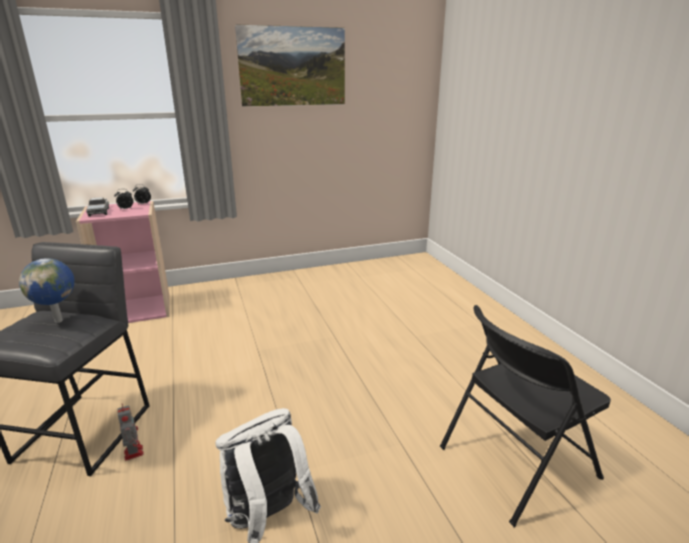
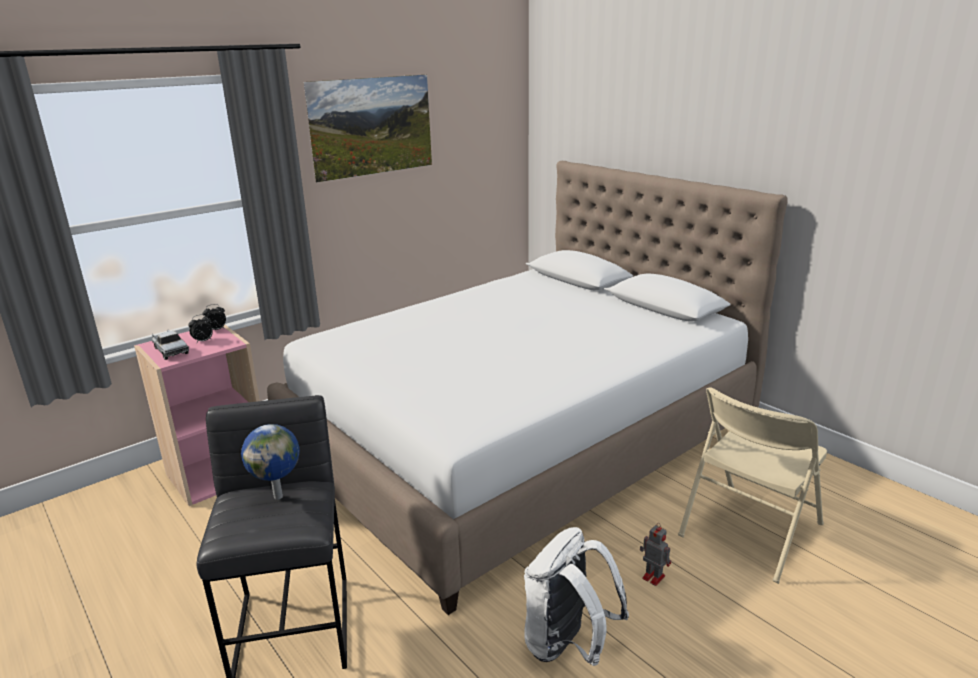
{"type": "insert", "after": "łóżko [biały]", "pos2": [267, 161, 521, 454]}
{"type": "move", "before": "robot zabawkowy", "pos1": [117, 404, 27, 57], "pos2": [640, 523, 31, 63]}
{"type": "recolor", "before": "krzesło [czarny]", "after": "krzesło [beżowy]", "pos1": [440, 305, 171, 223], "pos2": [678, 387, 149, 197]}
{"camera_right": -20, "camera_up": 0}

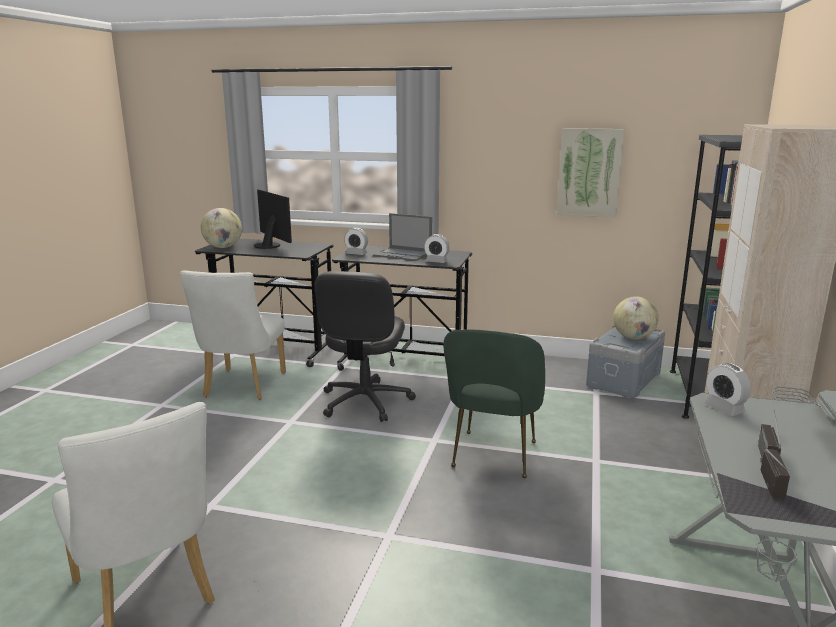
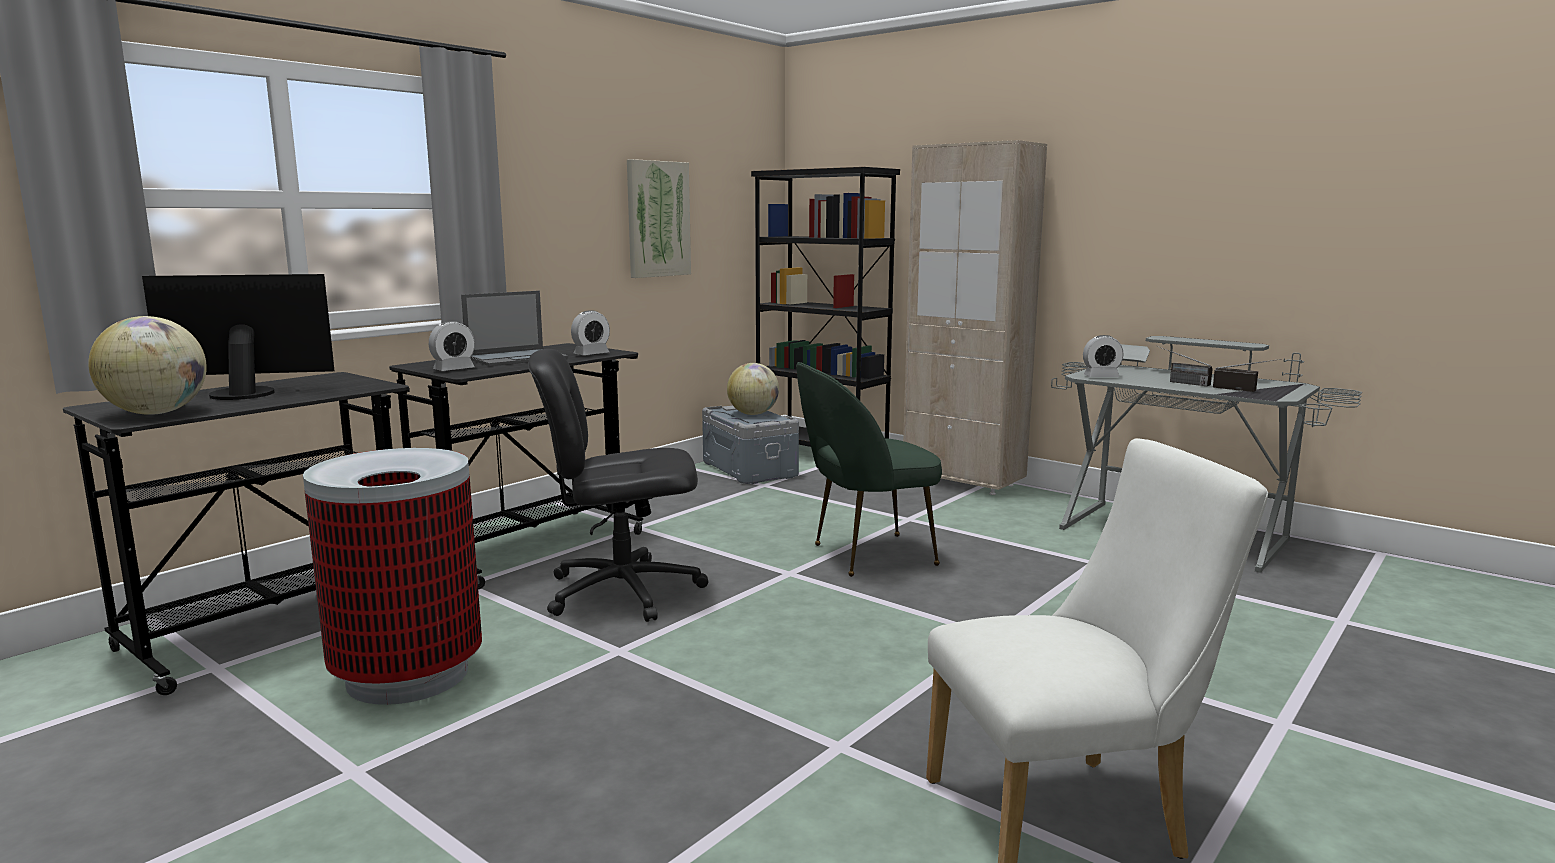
{"type": "replace", "before": "krzesło [biały]", "after": "kosz na śmieci", "pos1": [180, 270, 106, 130], "pos2": [303, 448, 179, 257]}
{"type": "rotate", "before": "krzesło biurowe [czarny]", "pos1": [315, 271, 101, 151], "pos2": [528, 349, 180, 273], "turn": 135}
{"type": "rotate", "before": "krzesło [zielony]", "pos1": [443, 329, 102, 149], "pos2": [796, 362, 146, 215], "turn": 120}
{"camera_right": -65, "camera_up": -5}

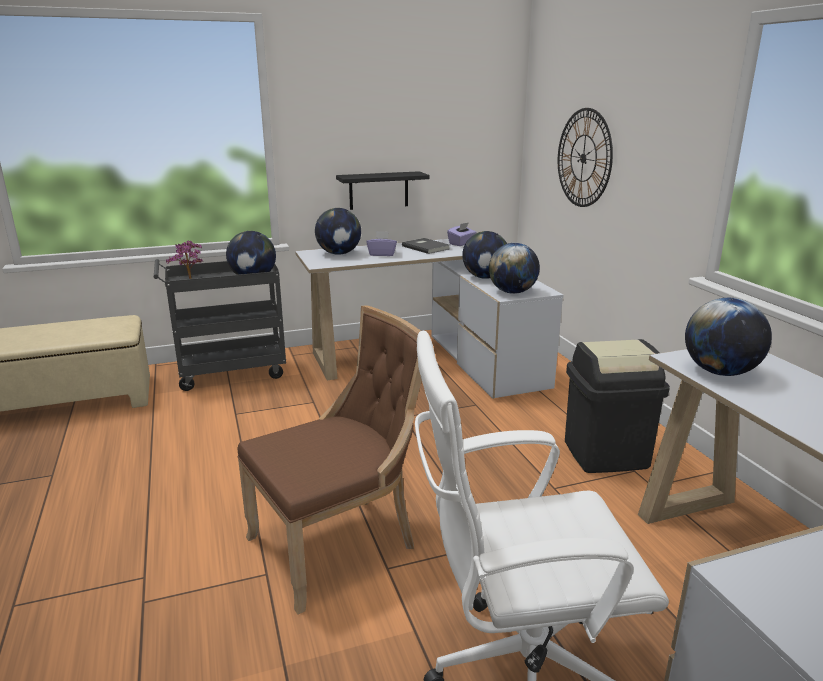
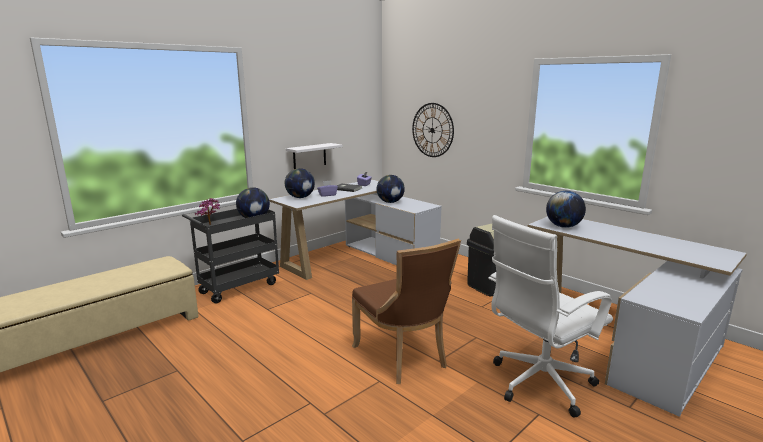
{"type": "recolor", "before": "półka [czarny]", "after": "półka [biały]", "pos1": [336, 171, 94, 39], "pos2": [286, 143, 56, 26]}
{"type": "rotate", "before": "krzesło [brązowy]", "pos1": [237, 305, 185, 310], "pos2": [352, 239, 109, 145], "turn": 120}
{"type": "delete", "before": "globus", "pos1": [489, 243, 51, 51]}
{"camera_right": -25, "camera_up": -5}

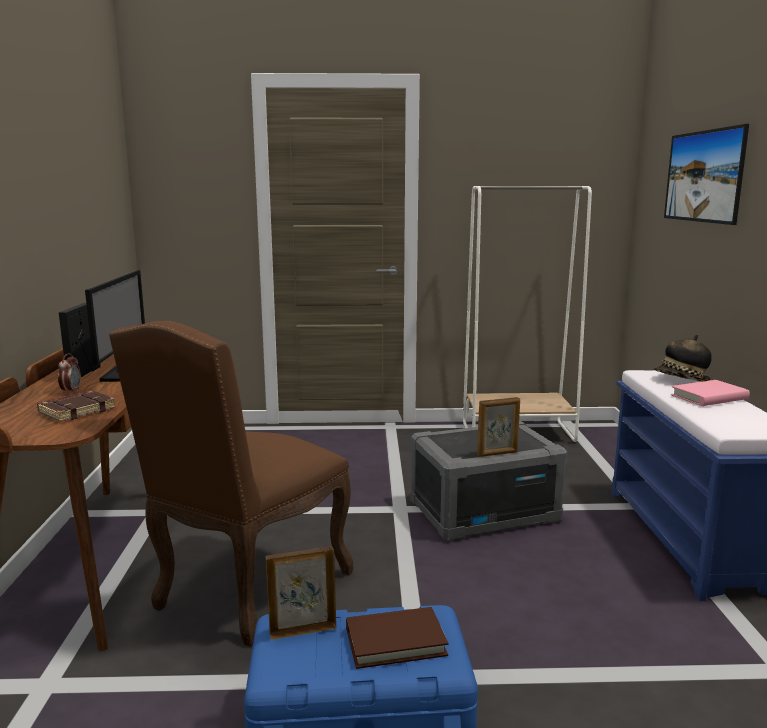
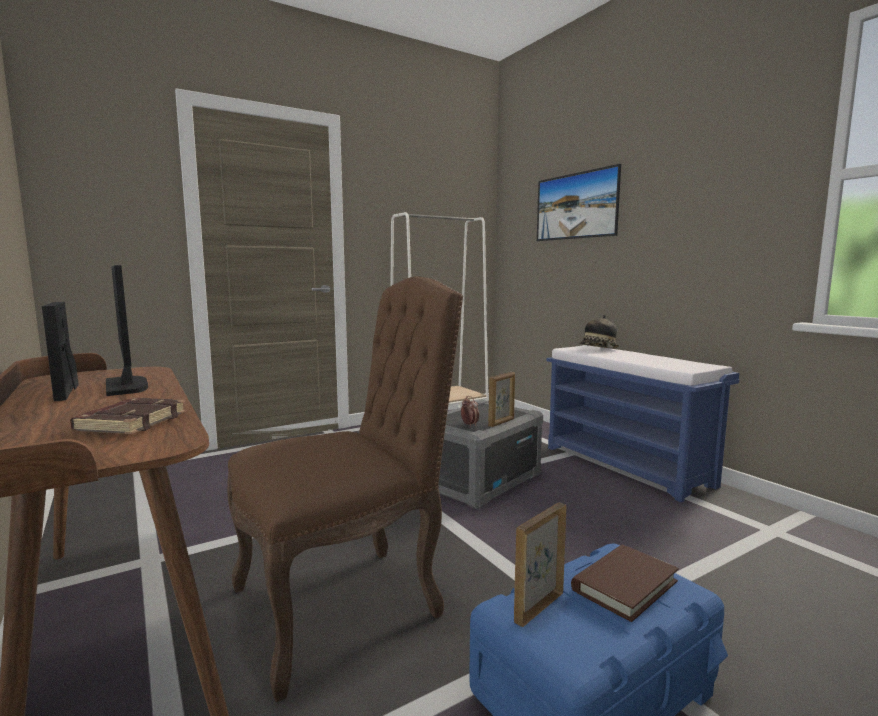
{"type": "rotate", "before": "krzesło [brązowy]", "pos1": [109, 321, 244, 326], "pos2": [227, 276, 236, 426], "turn": -120}
{"type": "move", "before": "budzik", "pos1": [58, 353, 23, 41], "pos2": [461, 396, 18, 31]}
{"type": "delete", "before": "książka [różowy]", "pos1": [671, 380, 79, 26]}
{"camera_right": -30, "camera_up": -5}

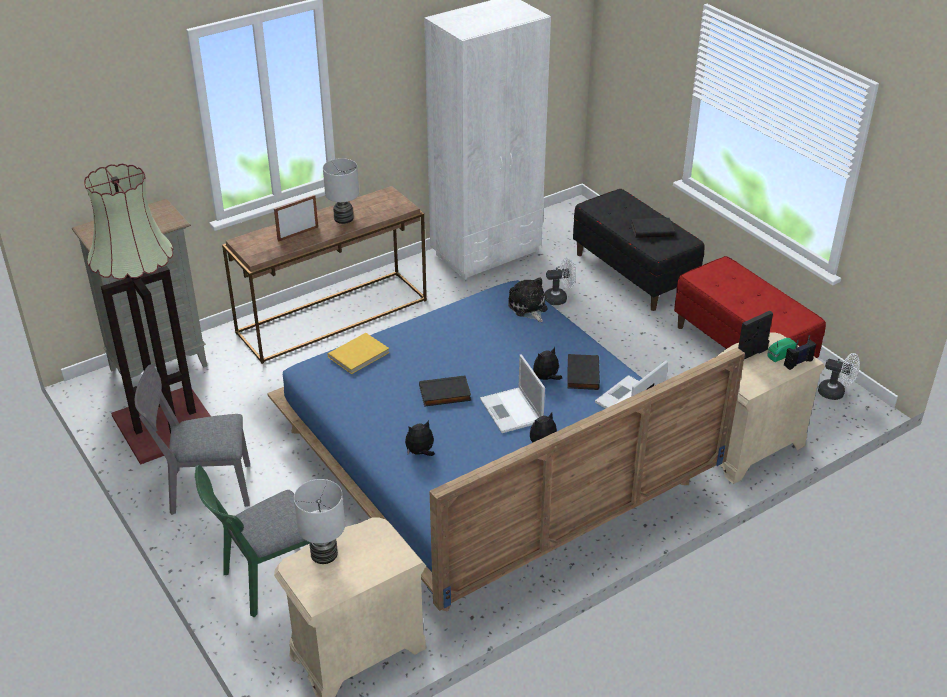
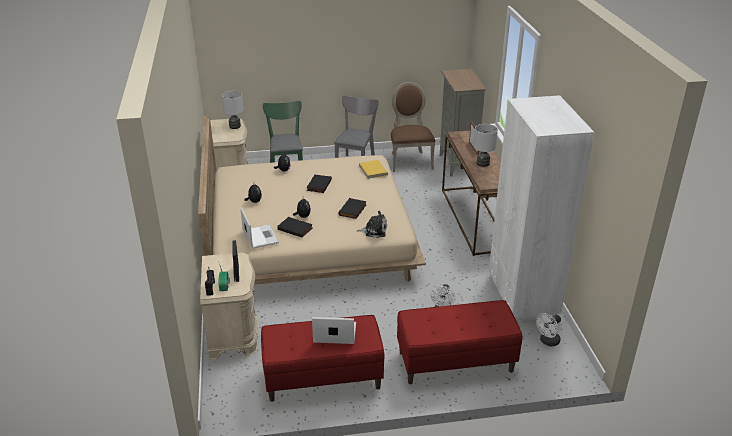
{"type": "recolor", "before": "łóżko [niebieski]", "after": "łóżko [beżowy]", "pos1": [267, 280, 478, 332], "pos2": [198, 116, 228, 169]}
{"type": "move", "before": "laptop", "pos1": [480, 354, 65, 79], "pos2": [312, 317, 44, 27]}
{"type": "move", "before": "książka [czarny]", "pos1": [631, 218, 44, 20], "pos2": [339, 198, 28, 21]}
{"type": "replace", "before": "lampa stojąca", "after": "krzesło [brązowy]", "pos1": [84, 163, 126, 302], "pos2": [391, 82, 45, 90]}
{"type": "recolor", "before": "ławka [czarny]", "after": "ławka [czerwony]", "pos1": [573, 189, 131, 122], "pos2": [397, 300, 125, 84]}
{"type": "move", "before": "wentylator [biały]", "pos1": [818, 353, 42, 47], "pos2": [536, 313, 25, 33]}
{"camera_right": 115, "camera_up": -5}

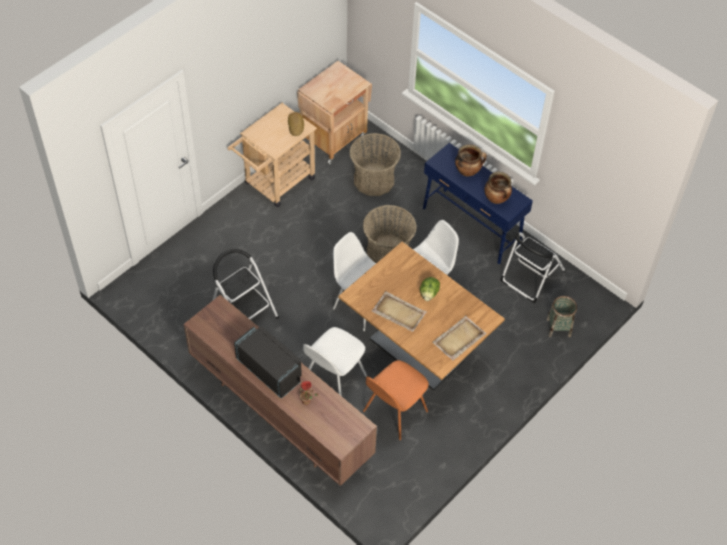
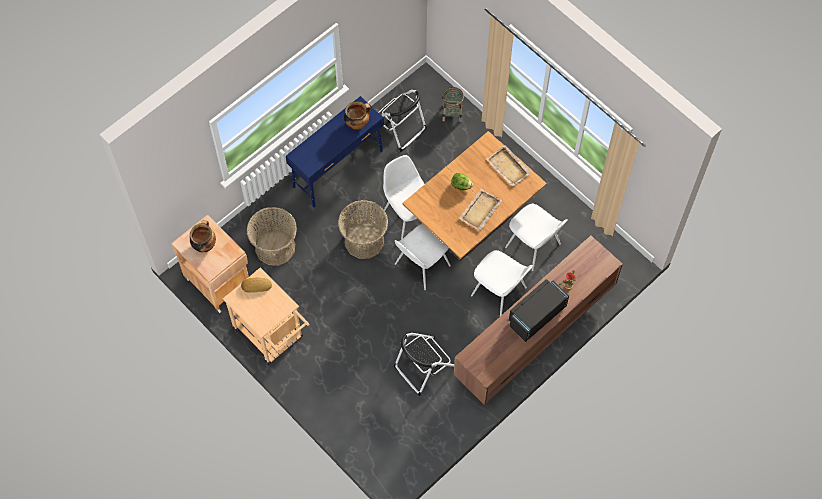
{"type": "move", "before": "garnek", "pos1": [455, 144, 32, 33], "pos2": [190, 220, 26, 32]}
{"type": "recolor", "before": "krzesło [pomarańczowy]", "after": "krzesło [biały]", "pos1": [363, 360, 66, 80], "pos2": [505, 204, 63, 67]}
{"camera_right": -85, "camera_up": 10}

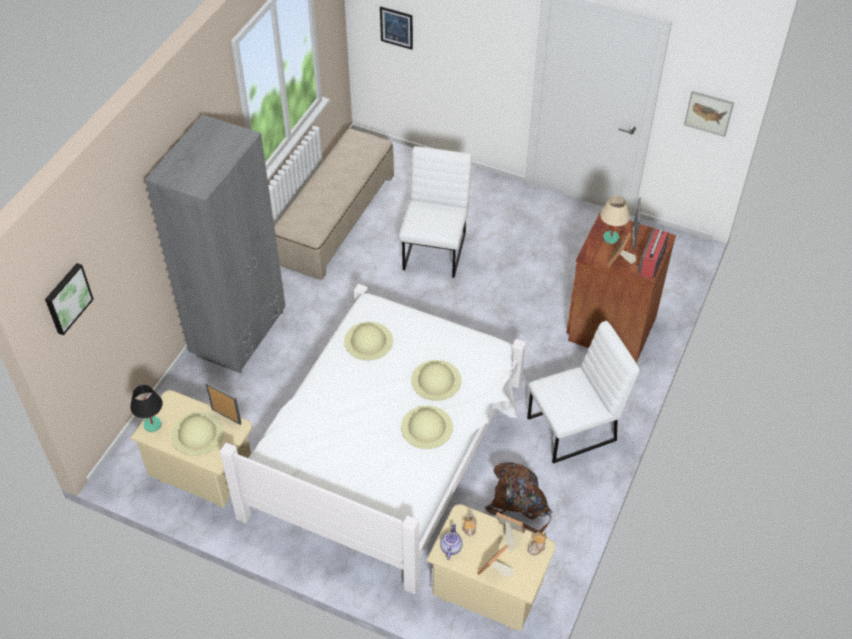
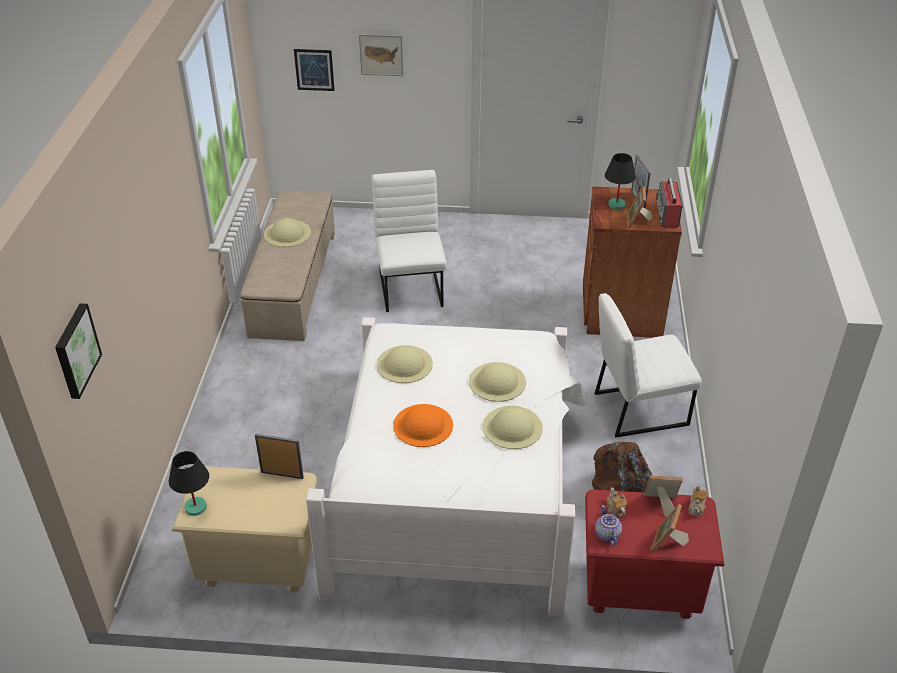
{"type": "move", "before": "kapelusz [beżowy]", "pos1": [171, 412, 53, 44], "pos2": [264, 218, 47, 29]}
{"type": "move", "before": "obraz", "pos1": [684, 91, 50, 46], "pos2": [359, 34, 44, 42]}
{"type": "insert", "after": "kapelusz [pomarańczowy]", "pos2": [393, 404, 60, 43]}
{"type": "recolor", "before": "szafka nocna [beżowy]", "after": "szafka nocna [czerwony]", "pos1": [426, 504, 130, 127], "pos2": [585, 490, 139, 129]}
{"type": "rotate", "before": "krzesło [biały]", "pos1": [527, 321, 113, 143], "pos2": [595, 293, 106, 144], "turn": -150}
{"type": "recolor", "before": "lampa stołowa [beżowy]", "after": "lampa stołowa [czarny]", "pos1": [600, 195, 30, 49], "pos2": [605, 153, 31, 57]}
{"type": "delete", "before": "szafa [szary]", "pos1": [145, 115, 141, 258]}
{"camera_right": -20, "camera_up": -10}

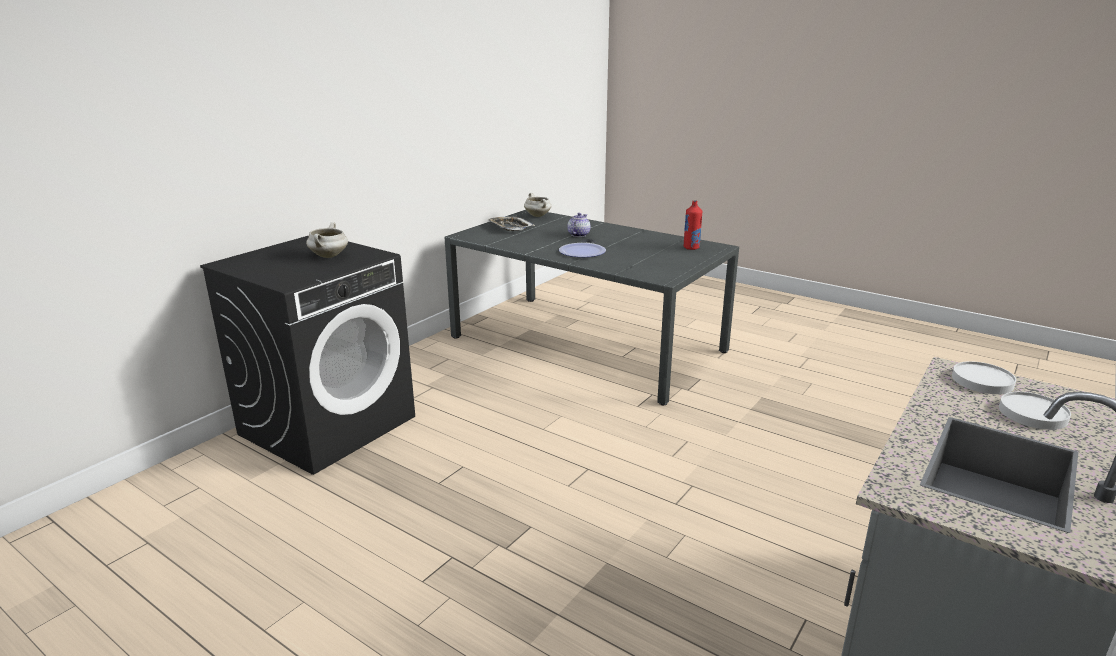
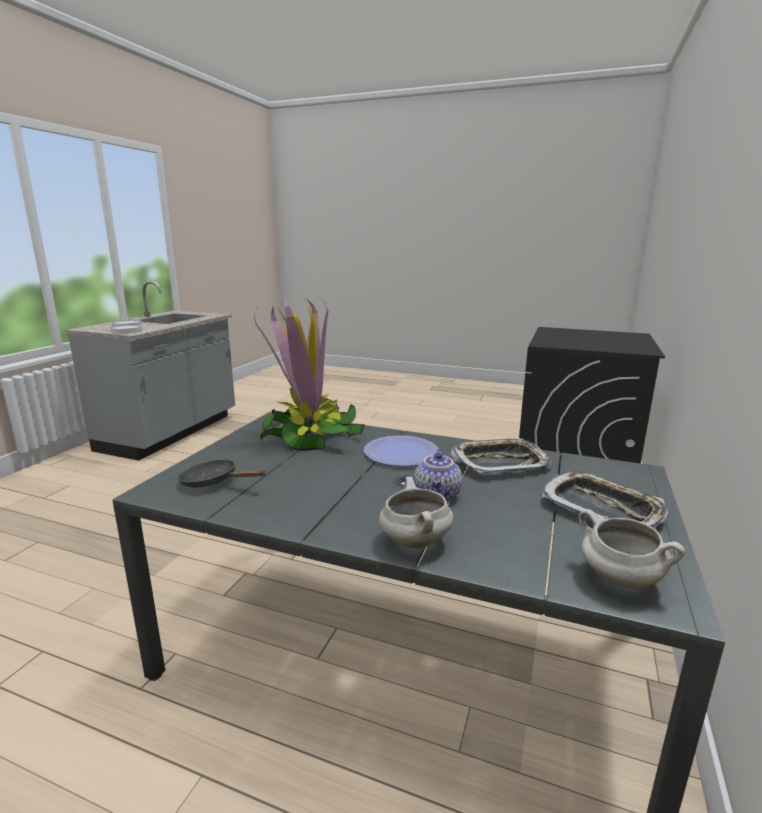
{"type": "replace", "before": "butelka [czerwony]", "after": "patelnia [czarny]", "pos1": [683, 200, 19, 50], "pos2": [178, 459, 88, 29]}
{"type": "insert", "after": "roślina doniczkowa", "pos2": [254, 293, 111, 158]}
{"type": "move", "before": "garnek [biały]", "pos1": [306, 222, 42, 36], "pos2": [379, 476, 75, 73]}
{"type": "insert", "after": "taca", "pos2": [451, 437, 101, 36]}
{"camera_right": 165, "camera_up": -5}

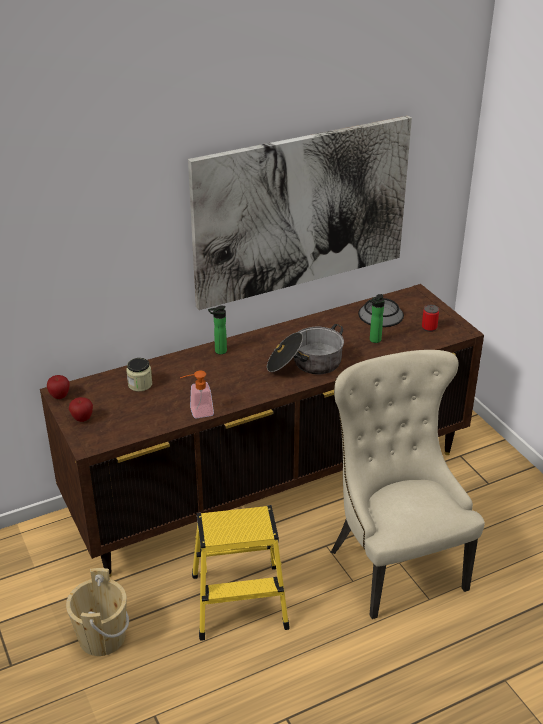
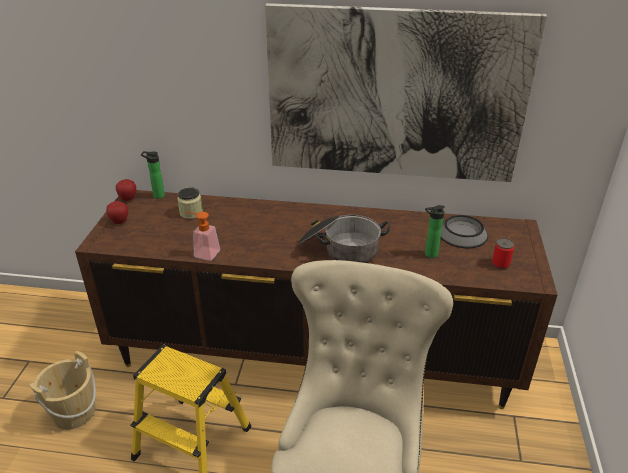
{"type": "move", "before": "butelka", "pos1": [208, 305, 19, 49], "pos2": [141, 151, 24, 48]}
{"camera_right": 35, "camera_up": 0}

